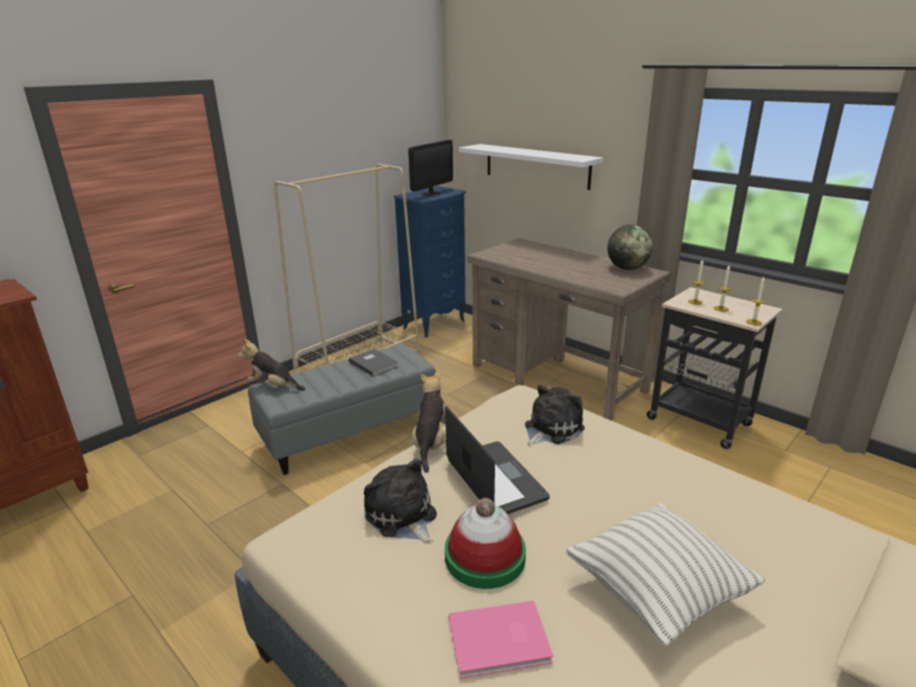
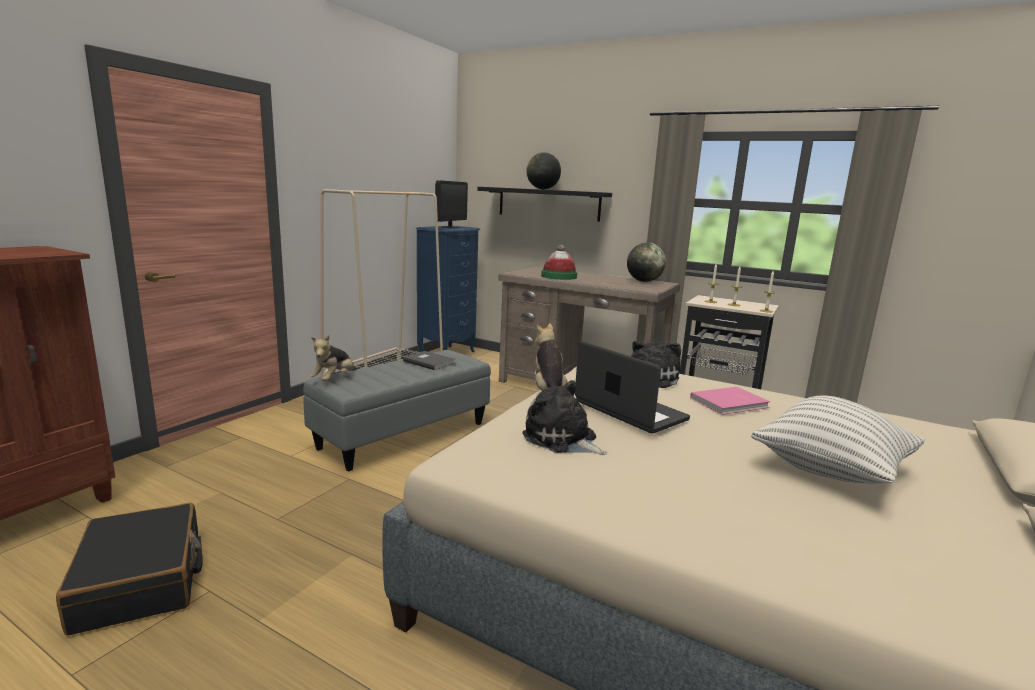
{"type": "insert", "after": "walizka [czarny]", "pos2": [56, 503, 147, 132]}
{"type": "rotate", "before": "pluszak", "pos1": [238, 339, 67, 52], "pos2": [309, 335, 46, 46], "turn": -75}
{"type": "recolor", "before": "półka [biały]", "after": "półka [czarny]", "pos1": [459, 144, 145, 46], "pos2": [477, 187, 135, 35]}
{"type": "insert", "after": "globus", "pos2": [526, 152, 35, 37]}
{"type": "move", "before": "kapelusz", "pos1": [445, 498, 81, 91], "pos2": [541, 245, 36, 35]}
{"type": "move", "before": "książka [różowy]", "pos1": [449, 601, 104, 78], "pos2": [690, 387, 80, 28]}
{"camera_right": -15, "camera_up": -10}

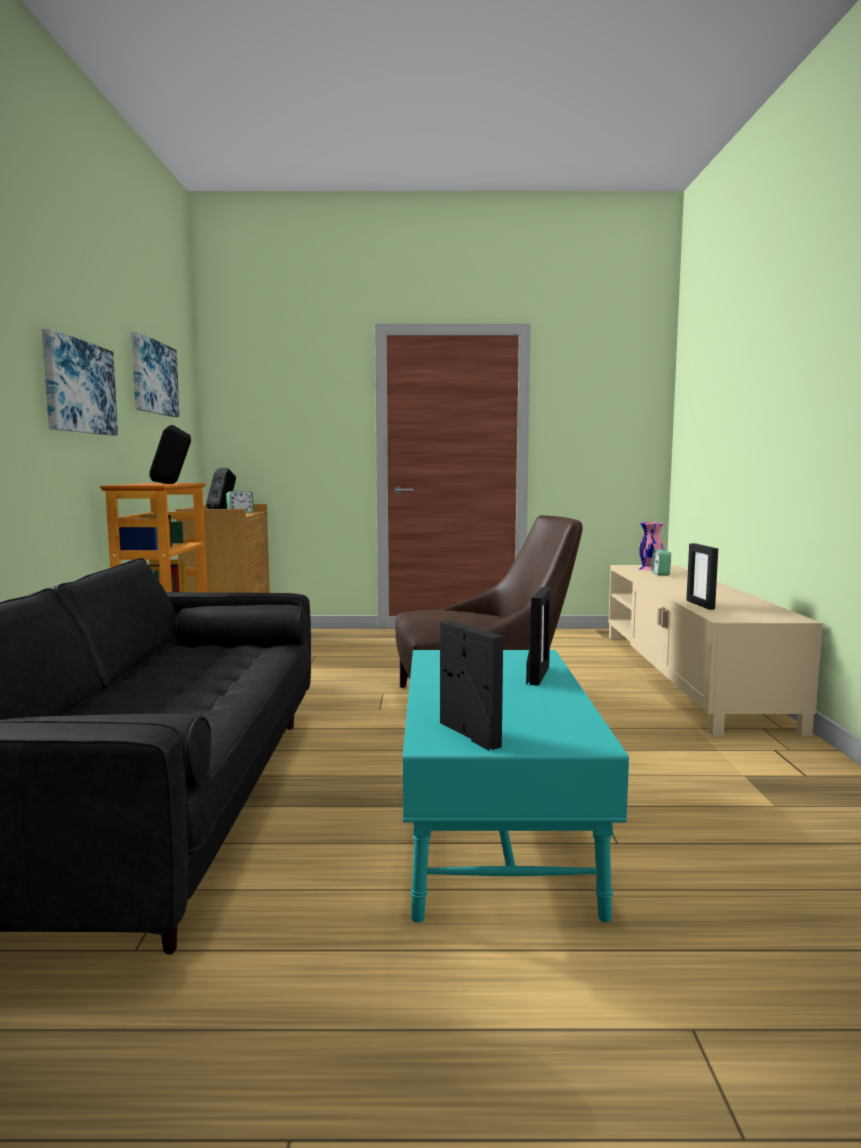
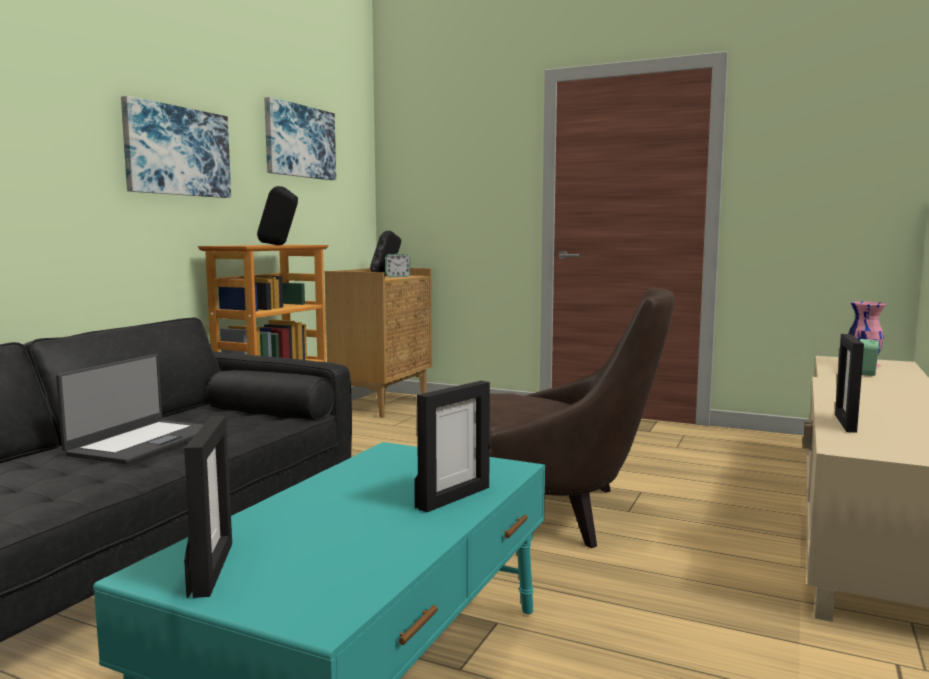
{"type": "insert", "after": "laptop", "pos2": [56, 354, 147, 110]}
{"camera_right": 25, "camera_up": 0}

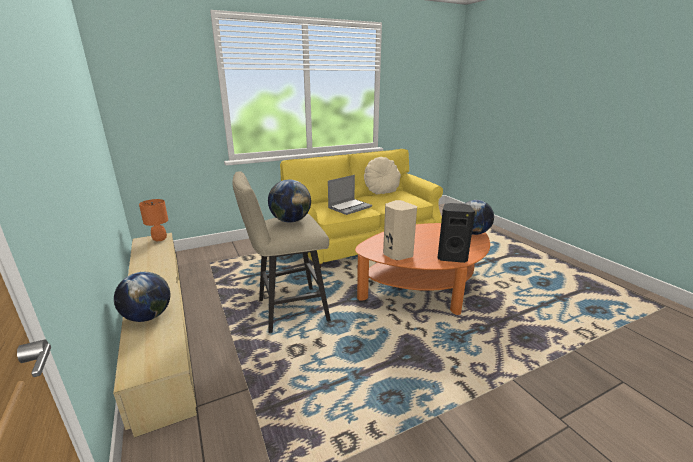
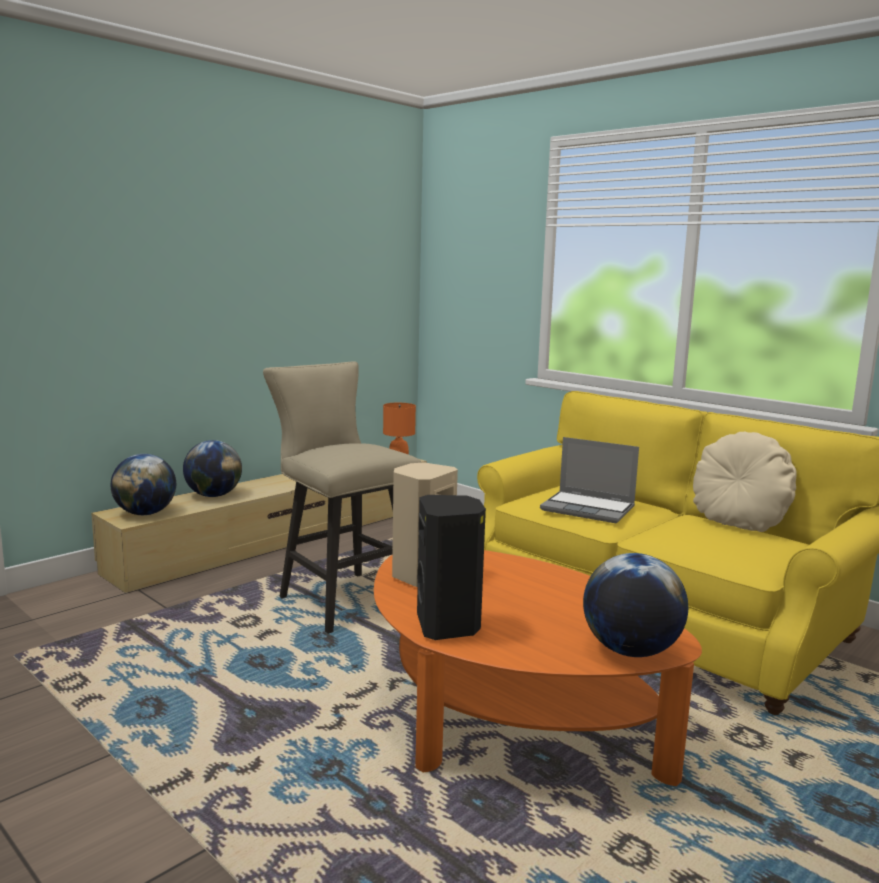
{"type": "move", "before": "globus", "pos1": [268, 180, 43, 43], "pos2": [111, 454, 65, 61]}
{"camera_right": 70, "camera_up": -10}

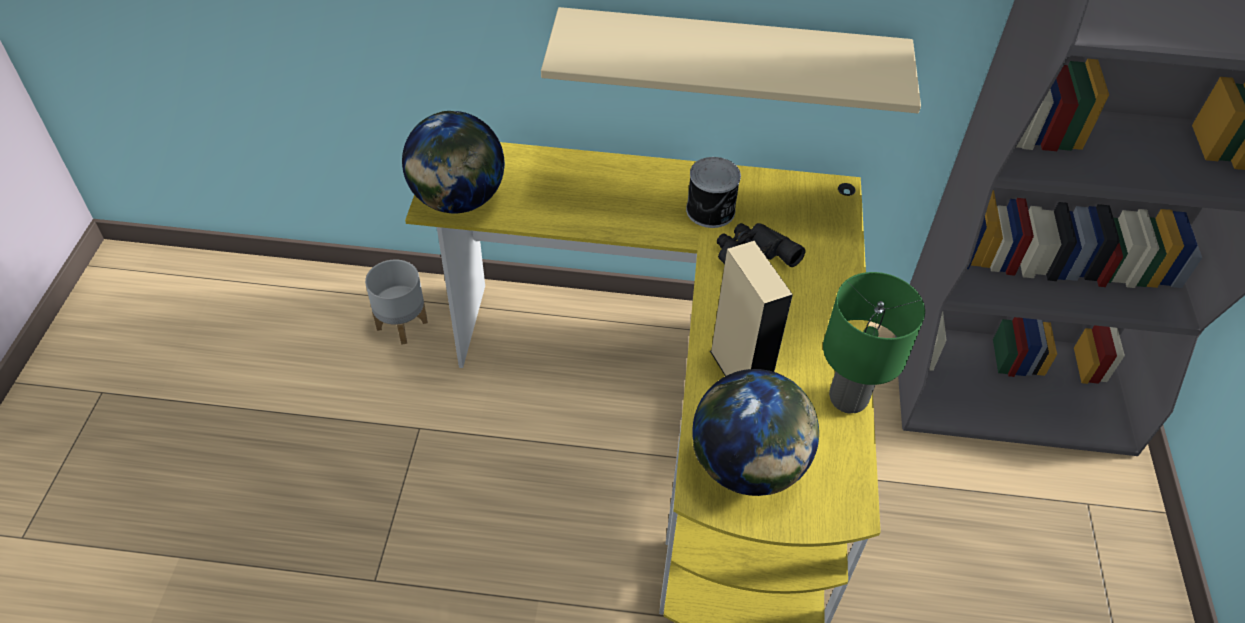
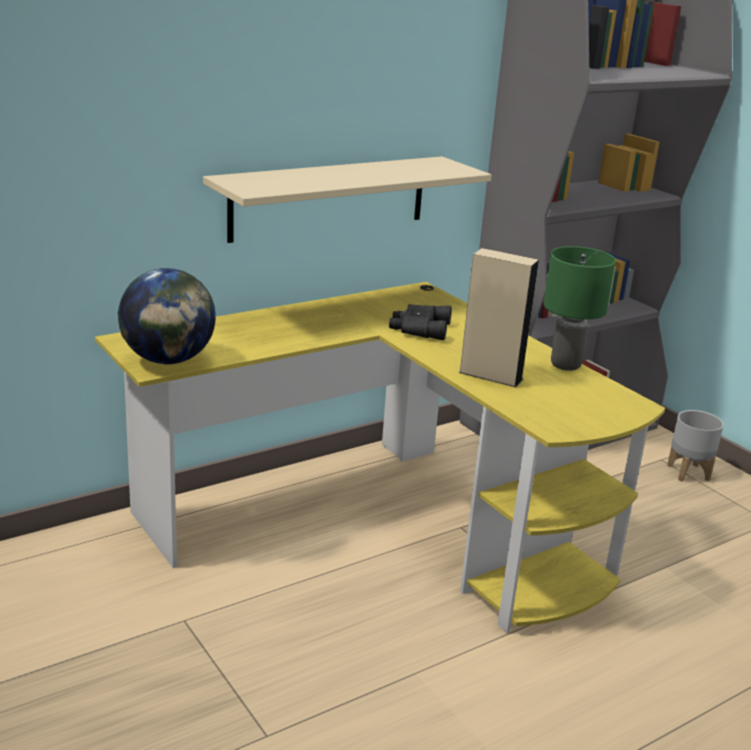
{"type": "move", "before": "donica [szary]", "pos1": [365, 259, 63, 86], "pos2": [667, 410, 57, 72]}
{"type": "delete", "before": "puszka", "pos1": [686, 157, 55, 71]}
{"type": "delete", "before": "globus", "pos1": [692, 369, 127, 127]}
{"camera_right": -40, "camera_up": -25}

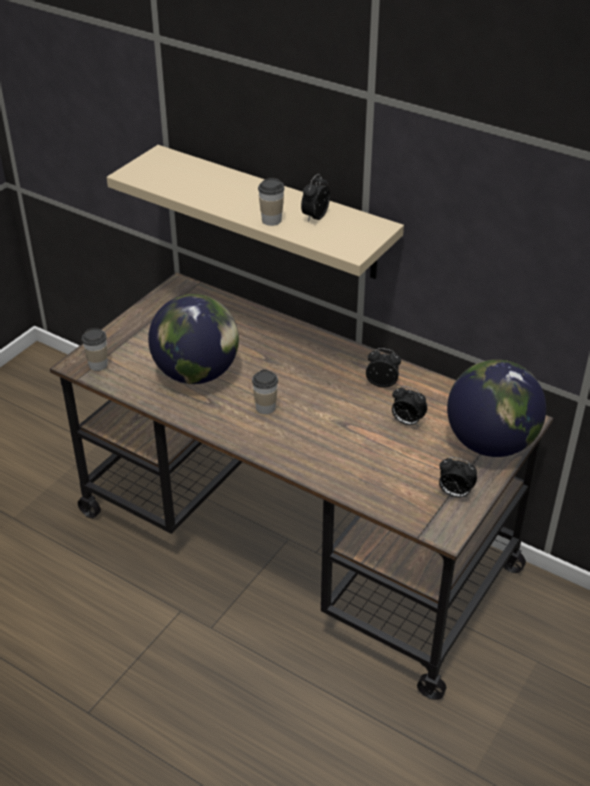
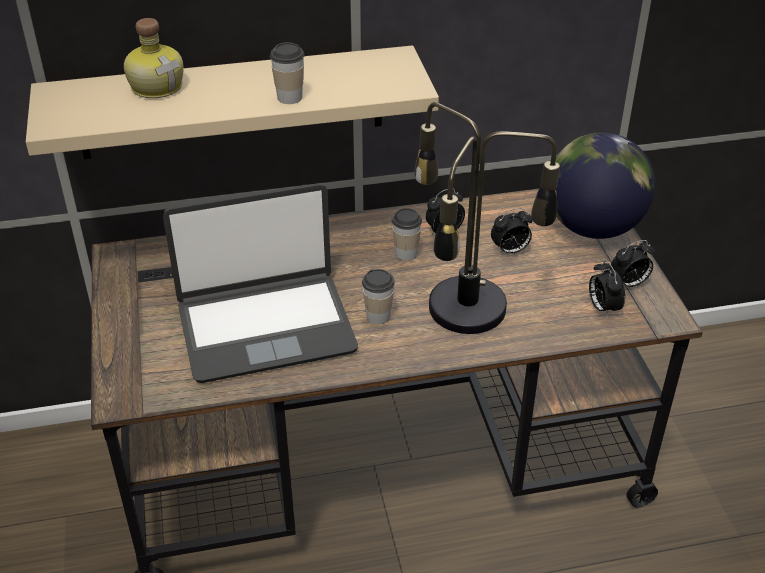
{"type": "insert", "after": "butelka", "pos2": [124, 18, 60, 80]}
{"type": "replace", "before": "globus", "after": "laptop", "pos1": [148, 294, 91, 90], "pos2": [163, 183, 195, 200]}
{"type": "move", "before": "filiżanka", "pos1": [82, 328, 26, 43], "pos2": [392, 208, 30, 52]}
{"type": "insert", "after": "lampa stołowa", "pos2": [414, 102, 146, 232]}
{"type": "move", "before": "budzik", "pos1": [301, 174, 29, 48], "pos2": [589, 260, 36, 57]}
{"camera_right": -45, "camera_up": 0}

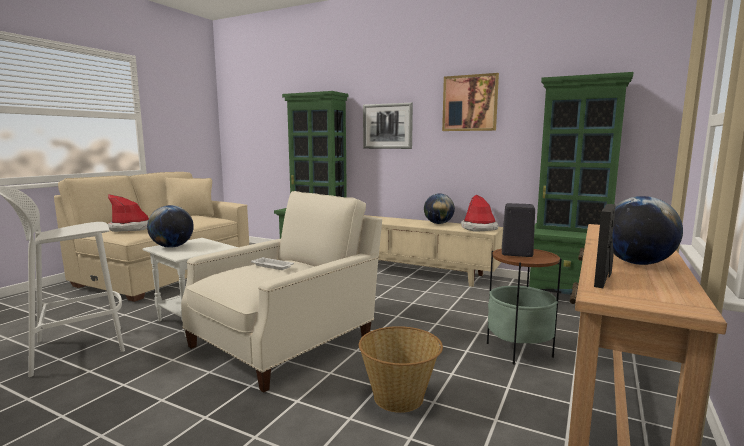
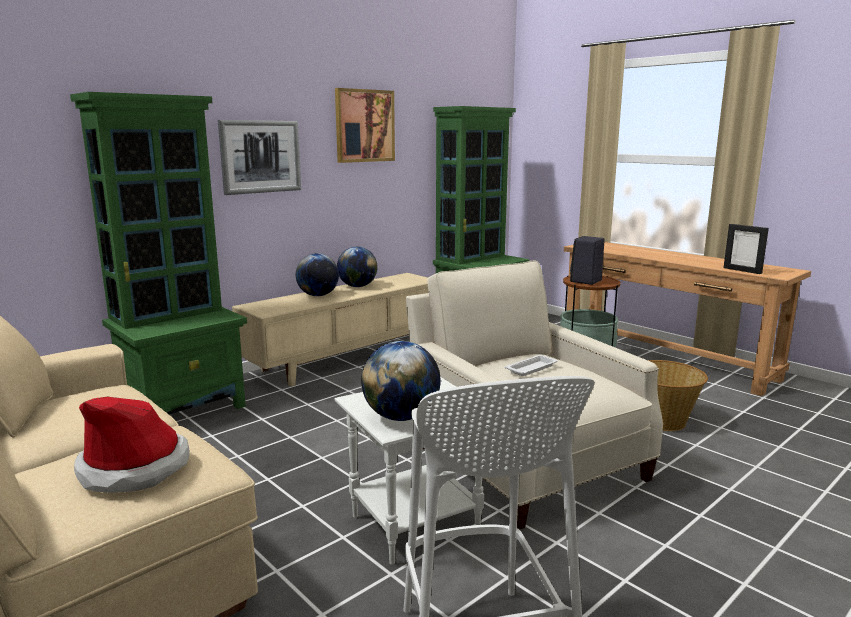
{"type": "move", "before": "globus", "pos1": [612, 196, 71, 69], "pos2": [296, 253, 43, 43]}
{"type": "delete", "before": "kapelusz", "pos1": [461, 195, 38, 37]}
{"camera_right": -70, "camera_up": 5}

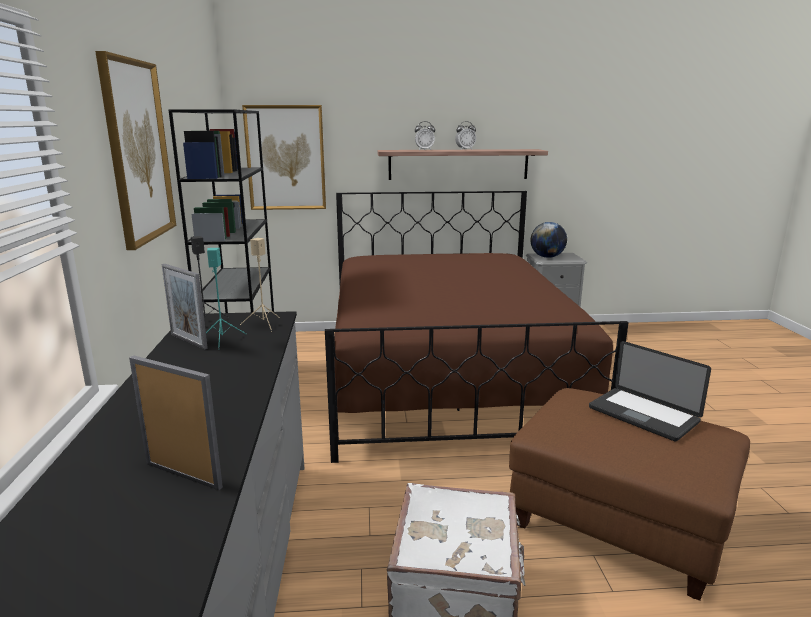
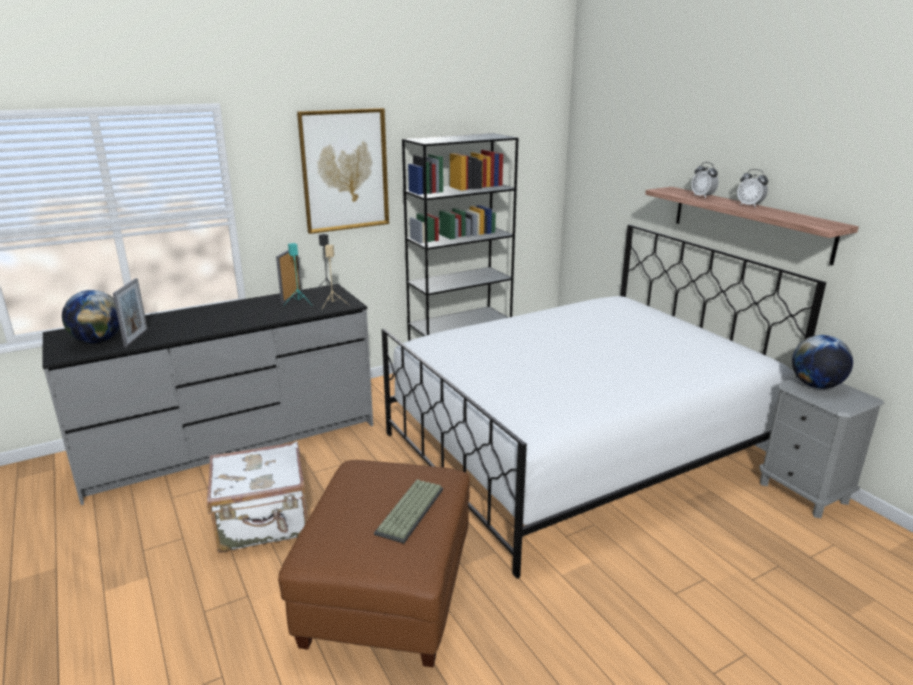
{"type": "insert", "after": "globus", "pos2": [62, 290, 58, 53]}
{"type": "replace", "before": "laptop", "after": "klawiatura", "pos1": [589, 341, 122, 100], "pos2": [374, 479, 69, 64]}
{"type": "recolor", "before": "łóżko [brązowy]", "after": "łóżko [biały]", "pos1": [325, 191, 304, 272], "pos2": [382, 225, 444, 353]}
{"type": "delete", "before": "obraz", "pos1": [242, 105, 84, 105]}
{"camera_right": 65, "camera_up": 5}

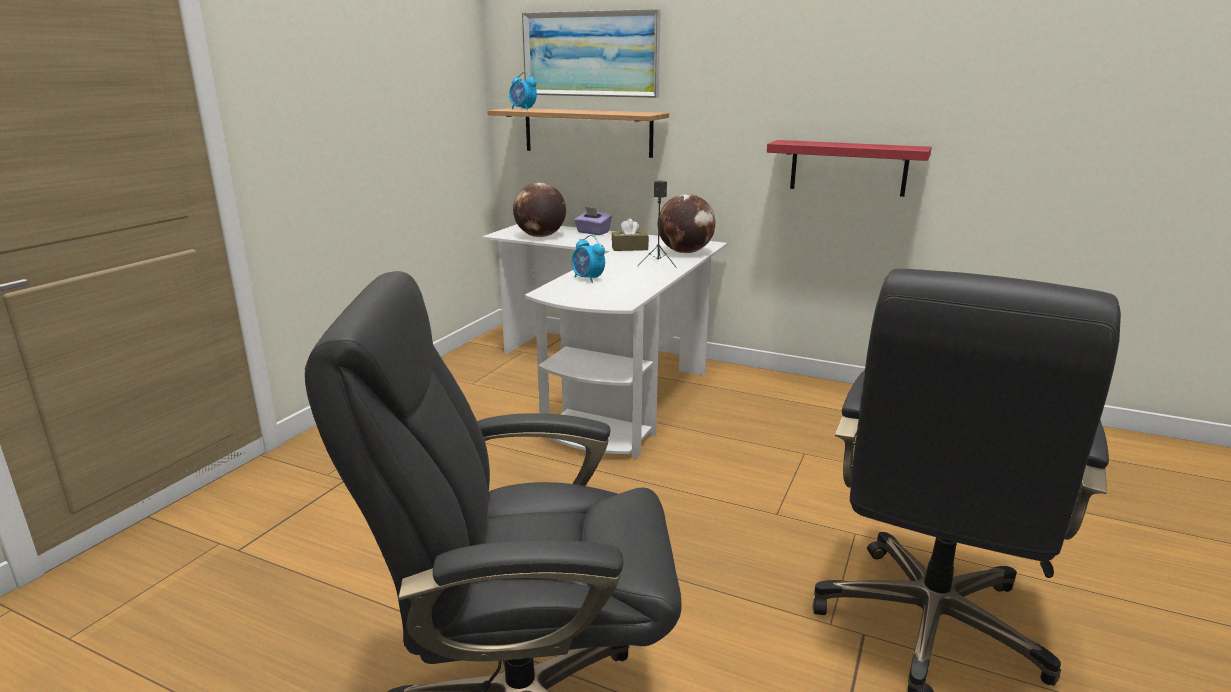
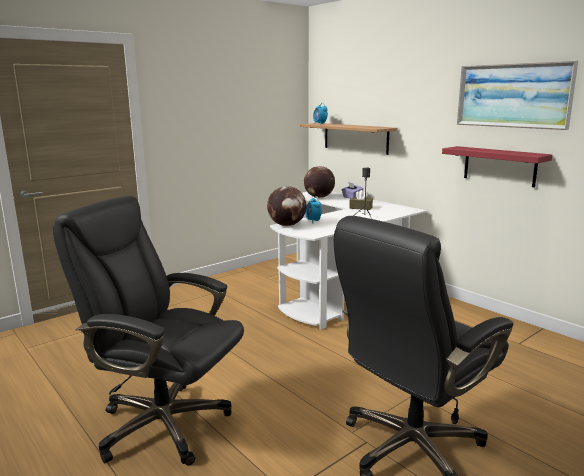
{"type": "move", "before": "globus", "pos1": [658, 194, 57, 59], "pos2": [267, 186, 39, 40]}
{"type": "move", "before": "obraz", "pos1": [522, 9, 139, 89], "pos2": [457, 61, 121, 69]}
{"camera_right": 25, "camera_up": -5}

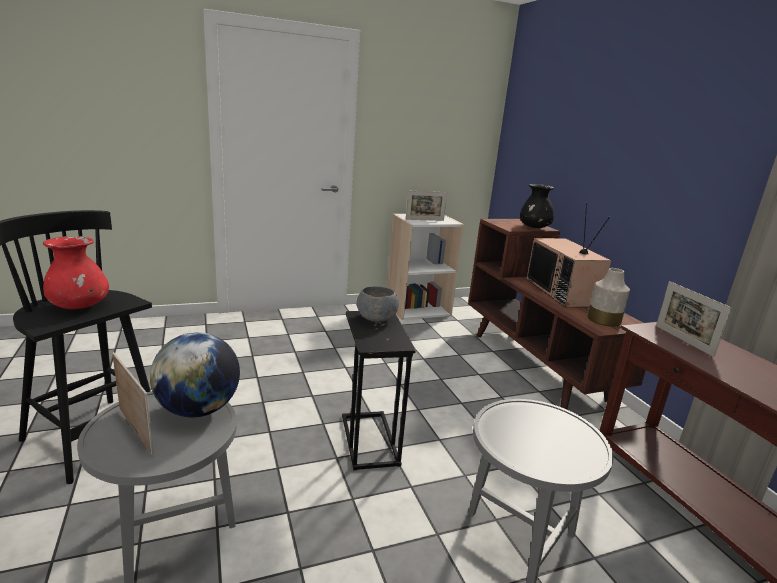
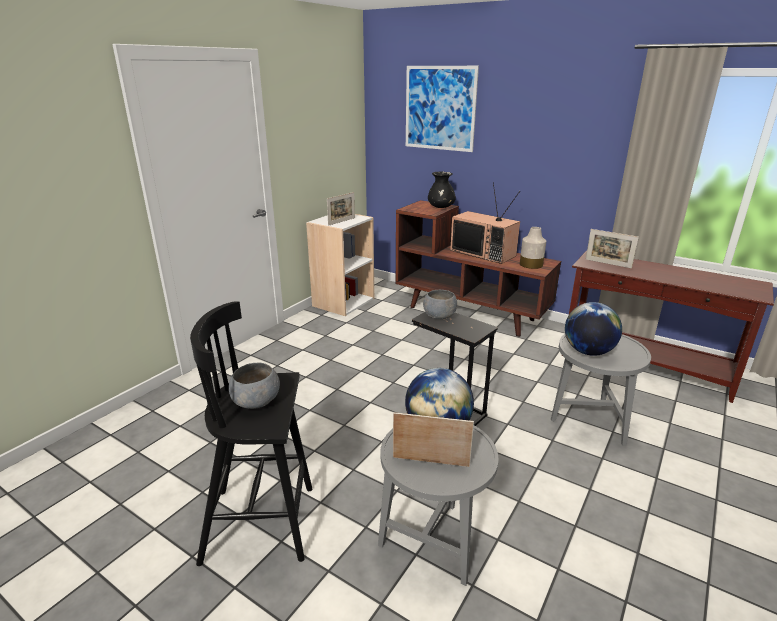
{"type": "replace", "before": "wazon [czerwony]", "after": "miska [szary]", "pos1": [43, 236, 66, 73], "pos2": [229, 363, 51, 46]}
{"type": "insert", "after": "obraz", "pos2": [406, 66, 73, 86]}
{"type": "insert", "after": "globus", "pos2": [565, 302, 57, 54]}
{"camera_right": -35, "camera_up": 5}

